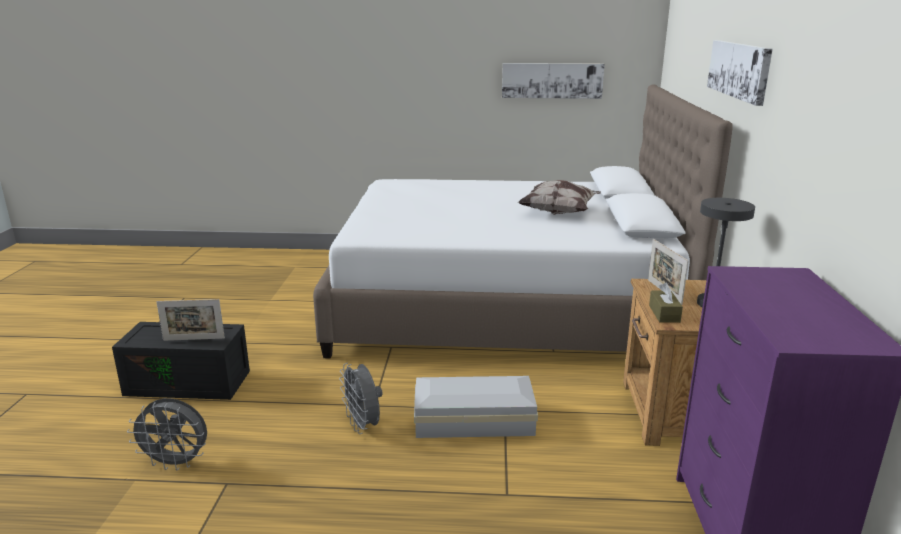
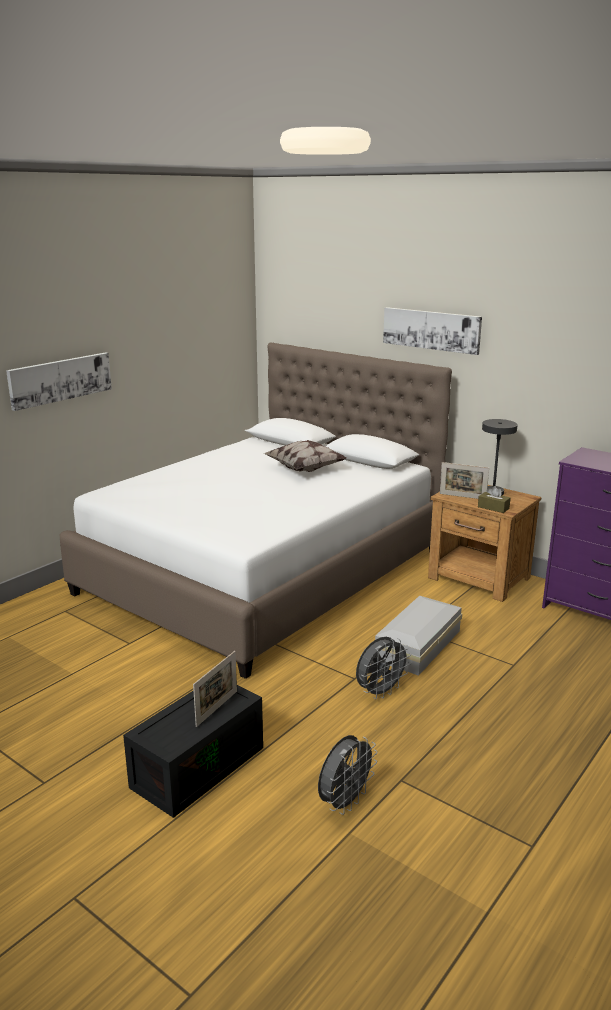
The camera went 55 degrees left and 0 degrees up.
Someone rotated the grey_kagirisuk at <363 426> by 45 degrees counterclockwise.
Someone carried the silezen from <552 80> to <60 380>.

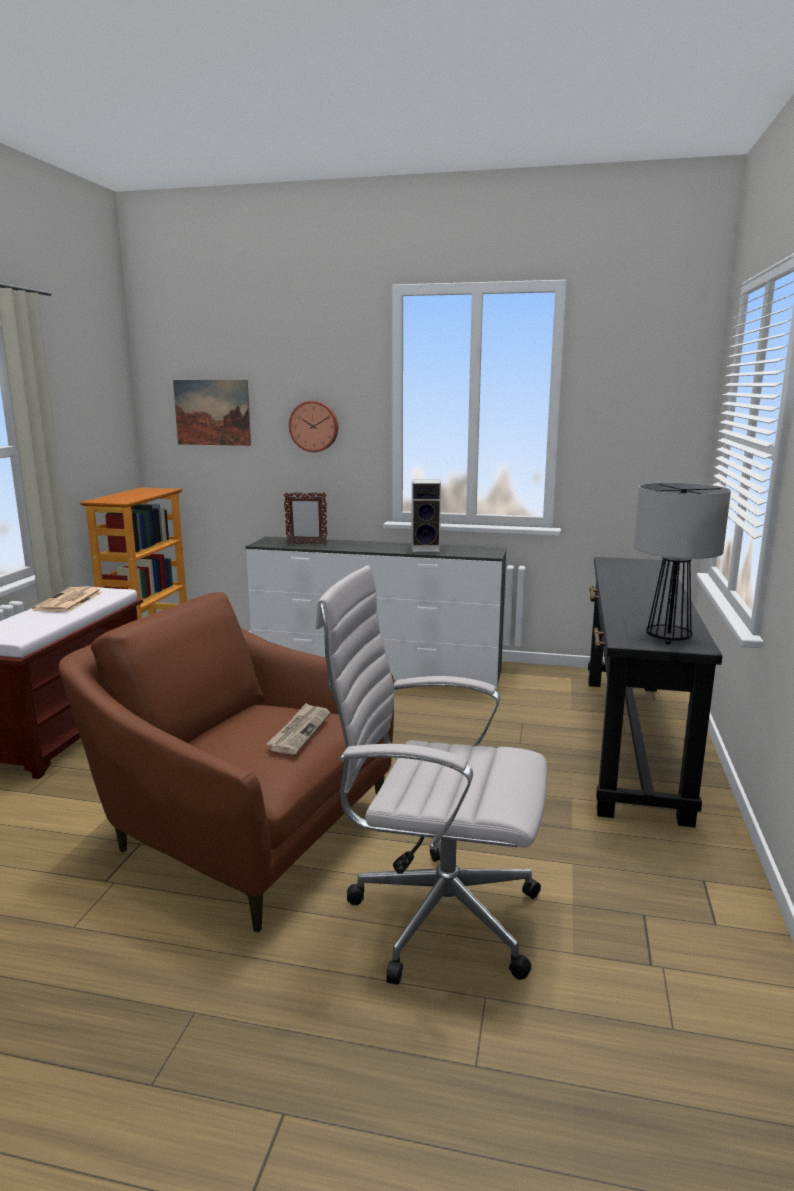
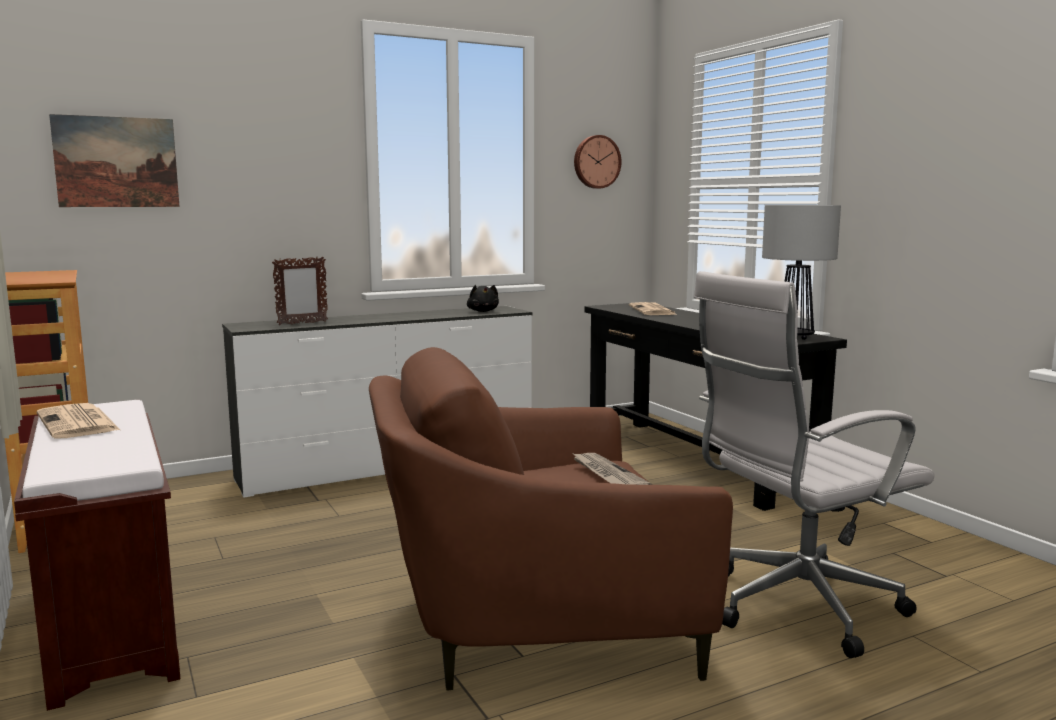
The camera went 40 degrees left and 5 degrees down.
Someone carried the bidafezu from <314 426> to <596 162>.
Someone took away the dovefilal at <426 549>.
Someone put down the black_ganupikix at <483 311>.
Someone put down the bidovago at <653 310>.

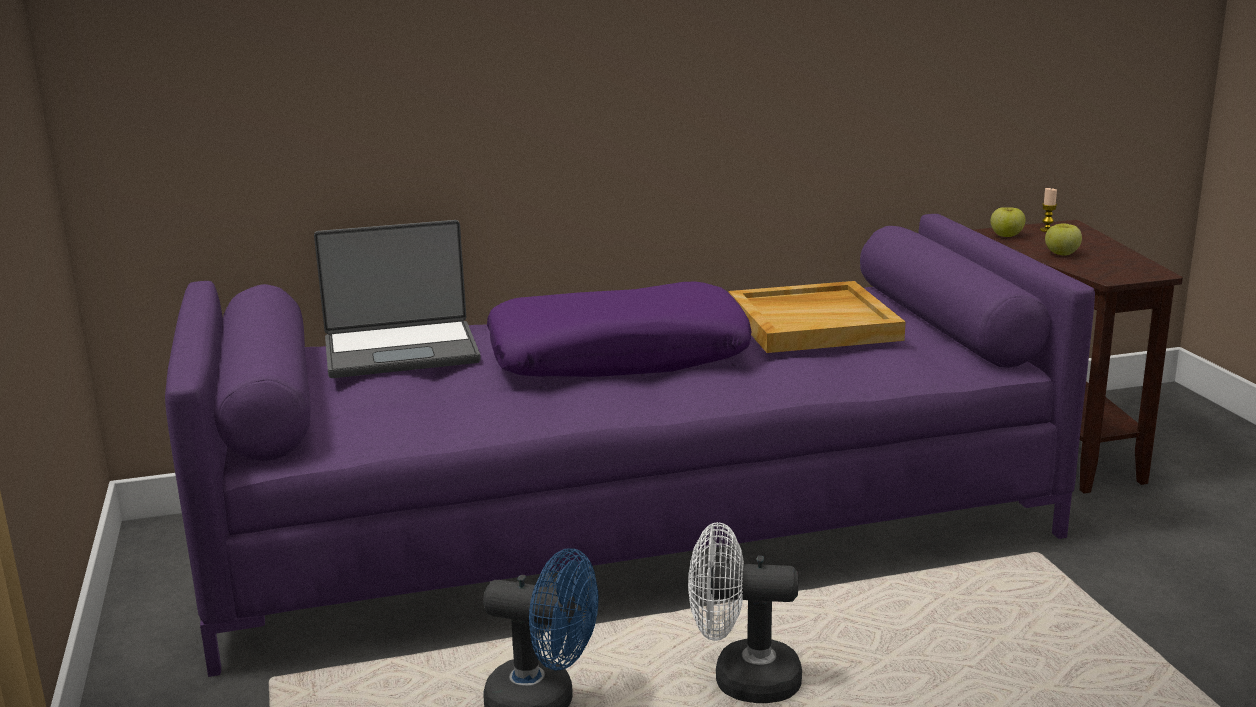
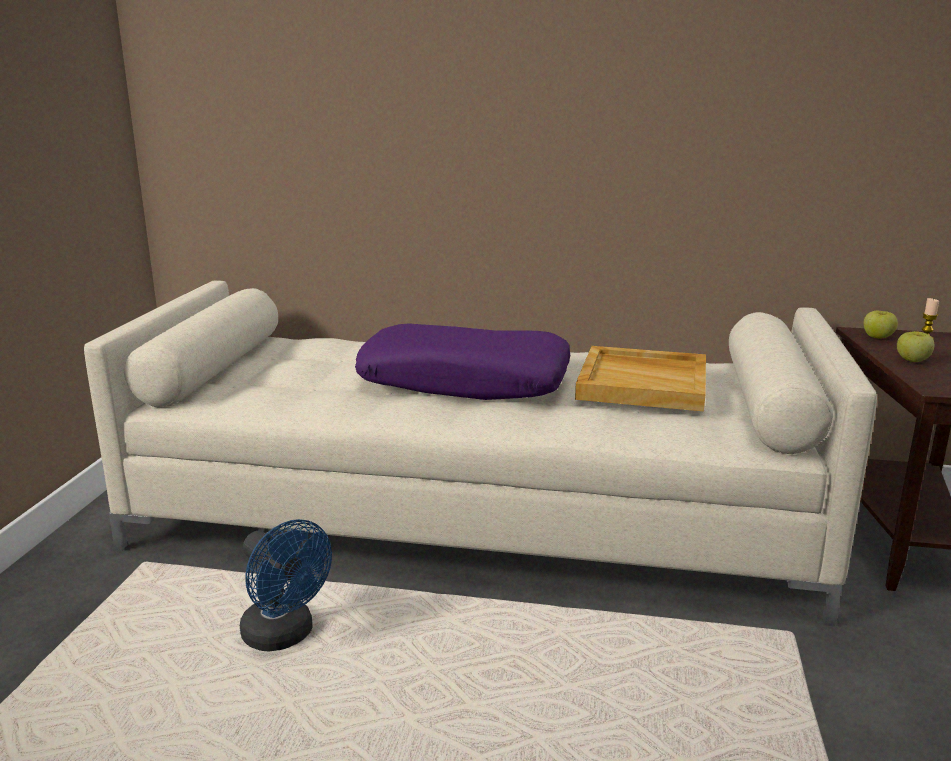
The camera went 25 degrees right and 0 degrees up.
Someone repainted the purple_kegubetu at <633 525>, which became the beige_kegubetu at <476 518>.
Someone took away the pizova at <401 351>.
Someone took away the white_kagirisuk at <742 679>.

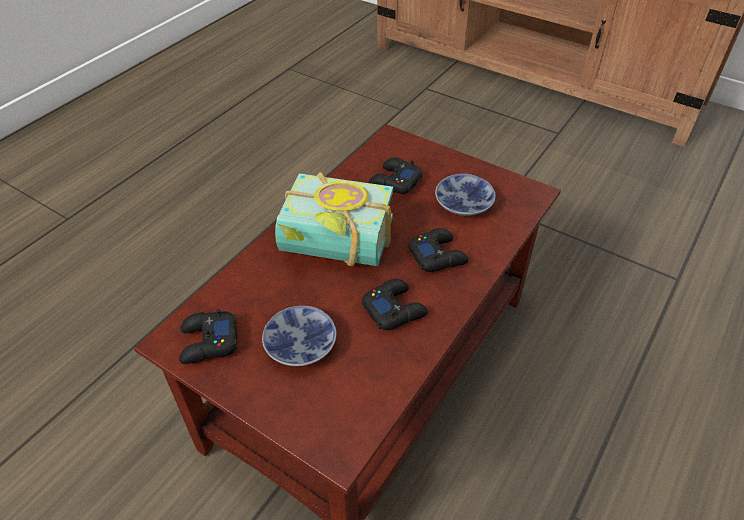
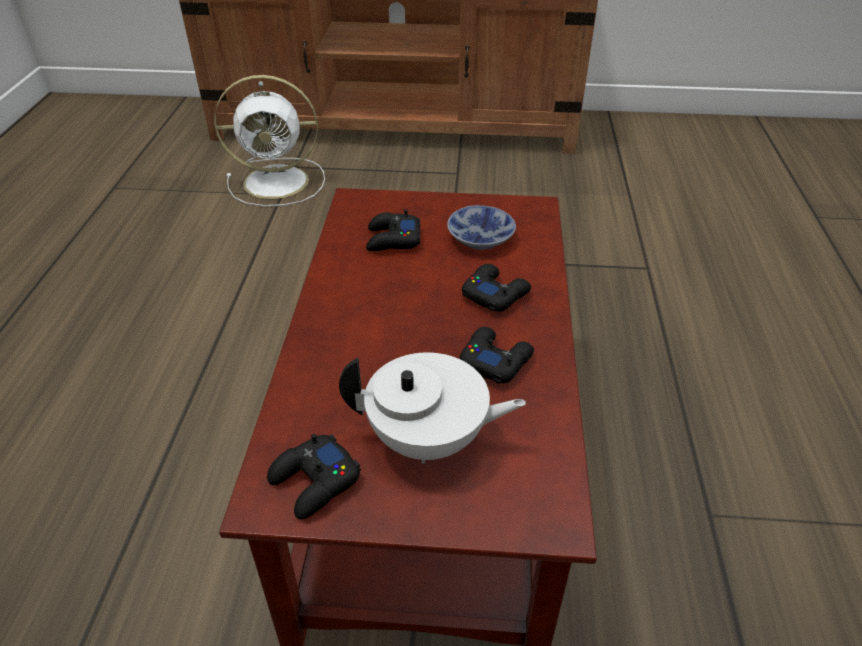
The camera went 30 degrees left and 5 degrees down.
Someone swapped the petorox at <301 347> for the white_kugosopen at <429 439>.
Someone took away the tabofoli at <334 250>.
Someone put down the white_kagirisuk at <279 182>.

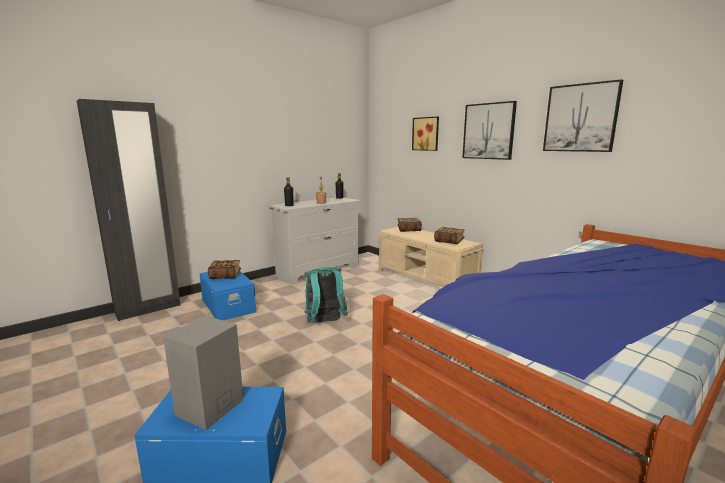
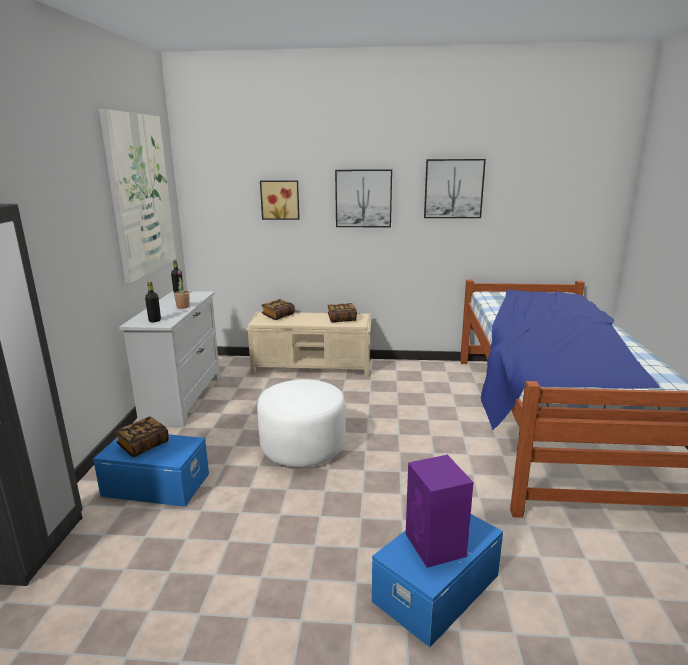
The camera went 45 degrees left and 5 degrees up.
Someone repainted the grey_dovefilal at <208 408>, which became the purple_dovefilal at <436 546>.
Someone swapped the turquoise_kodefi at <325 322> for the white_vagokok at <303 448>.
Someone put up the silezen at <141 195>.

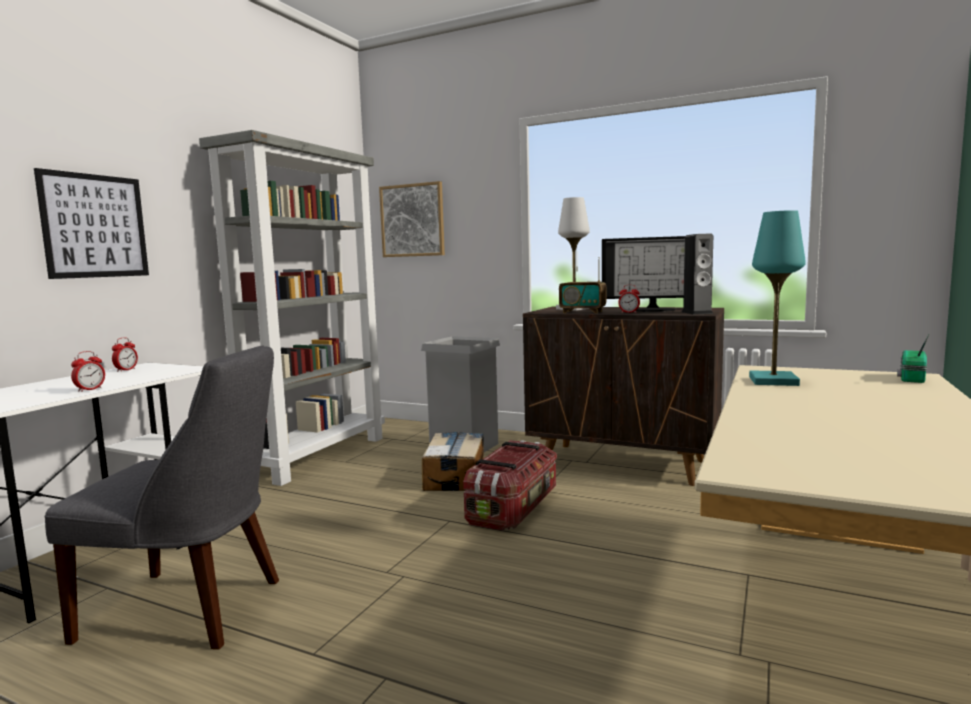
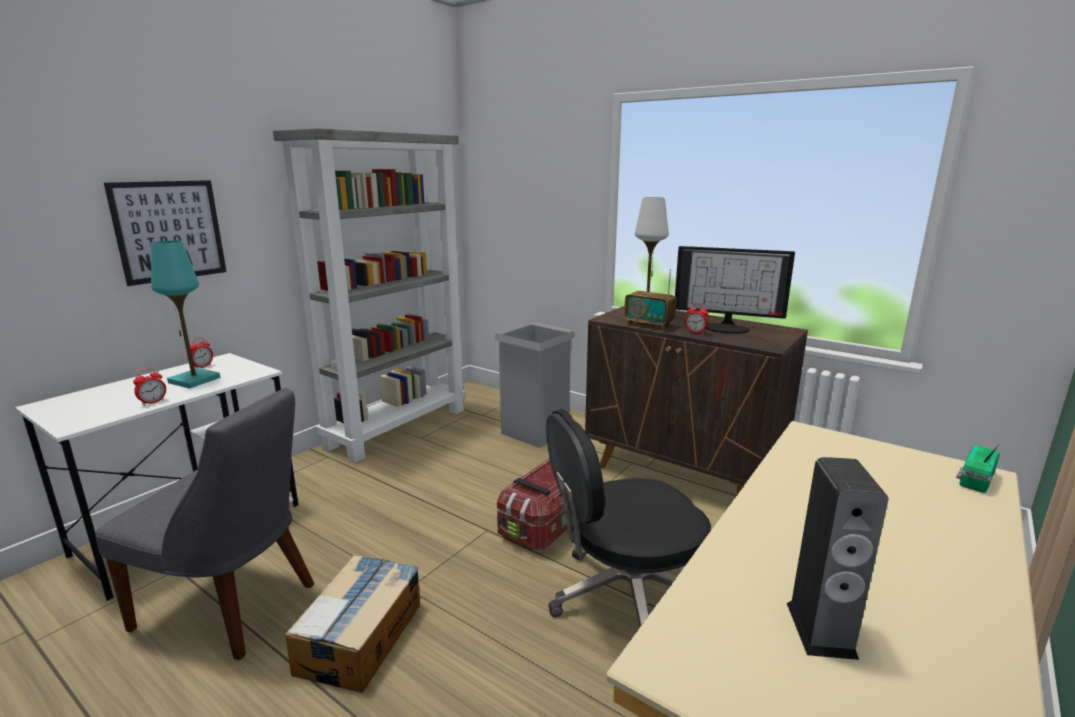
The camera went 10 degrees right and 10 degrees up.
Someone took away the silezen at <412 220>.
Someone carried the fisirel from <455 476> to <361 636>.
Someone carried the dovefilal from <697 312> to <820 629>.
Someone carried the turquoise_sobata from <773 381> to <194 380>.
Someone put down the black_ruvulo at <625 597>.

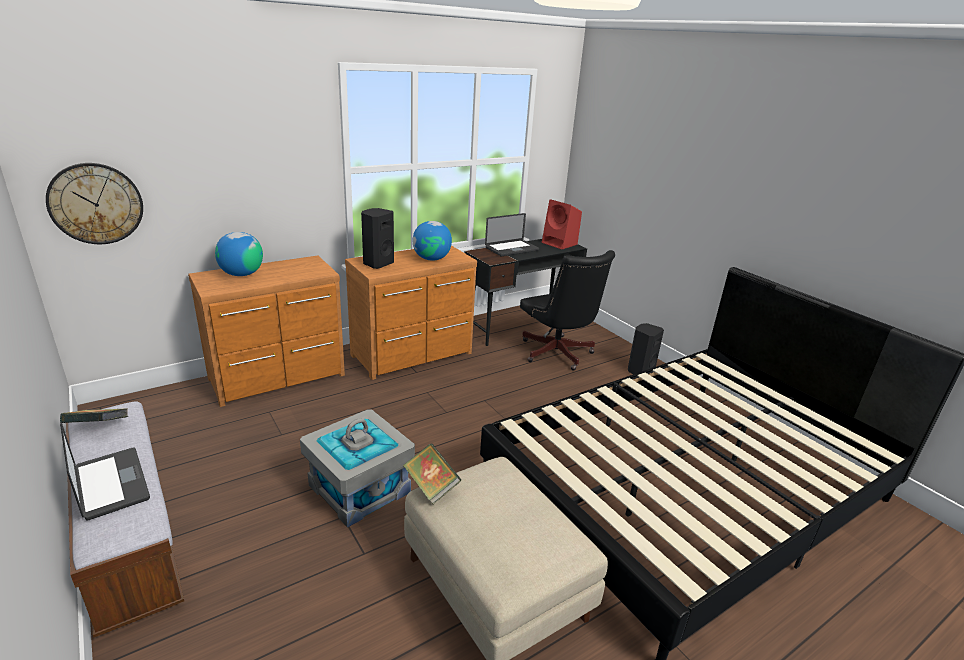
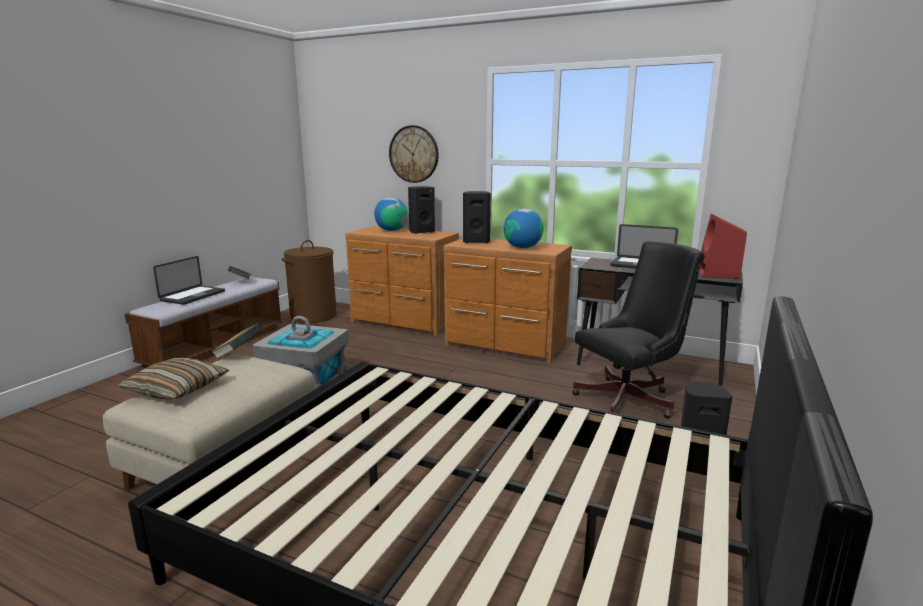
The camera went 60 degrees right and 10 degrees down.
Someone carried the bidafezu from <96 204> to <414 154>.
Someone rotated the black_ruvulo at <558 355> by 150 degrees counterclockwise.
Someone put down the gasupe at <176 389>.
Someone put down the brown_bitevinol at <313 316>.
Someone put down the black_dovefilal at <421 232>.

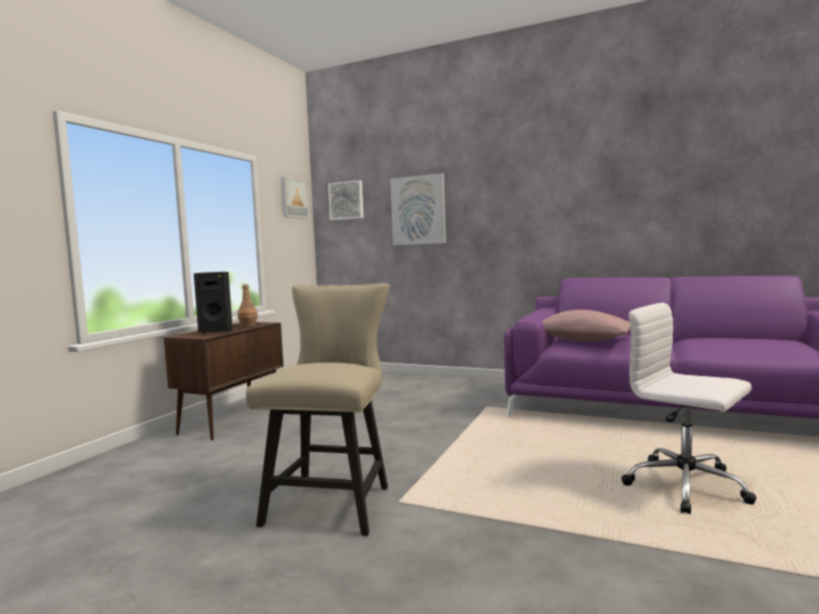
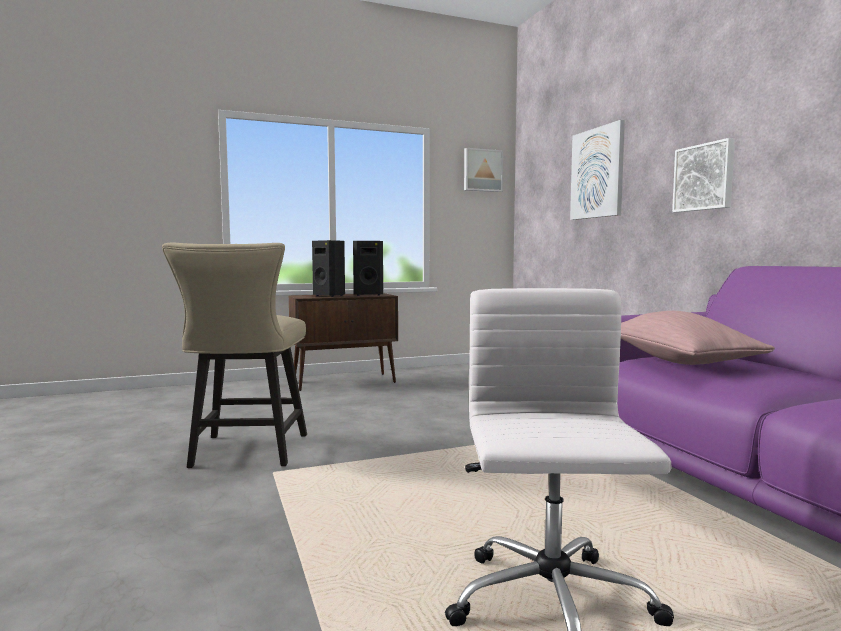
The camera went 45 degrees right and 0 degrees up.
Someone swapped the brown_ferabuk at <248 325> for the black_dovefilal at <368 295>.
Someone rotated the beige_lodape at <333 501> by 120 degrees clockwise.
Someone carried the silezen from <346 200> to <704 177>.

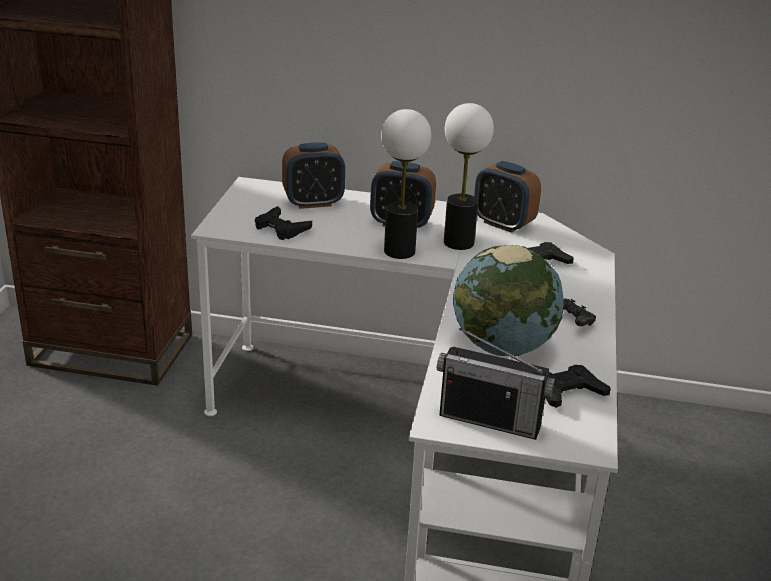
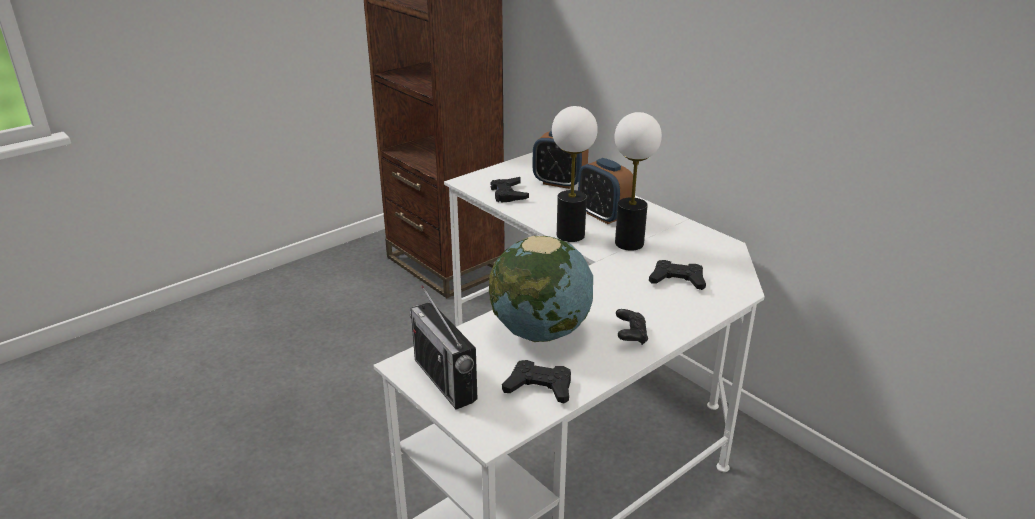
The camera went 40 degrees right and 0 degrees up.
Someone took away the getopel at <503 224>.

